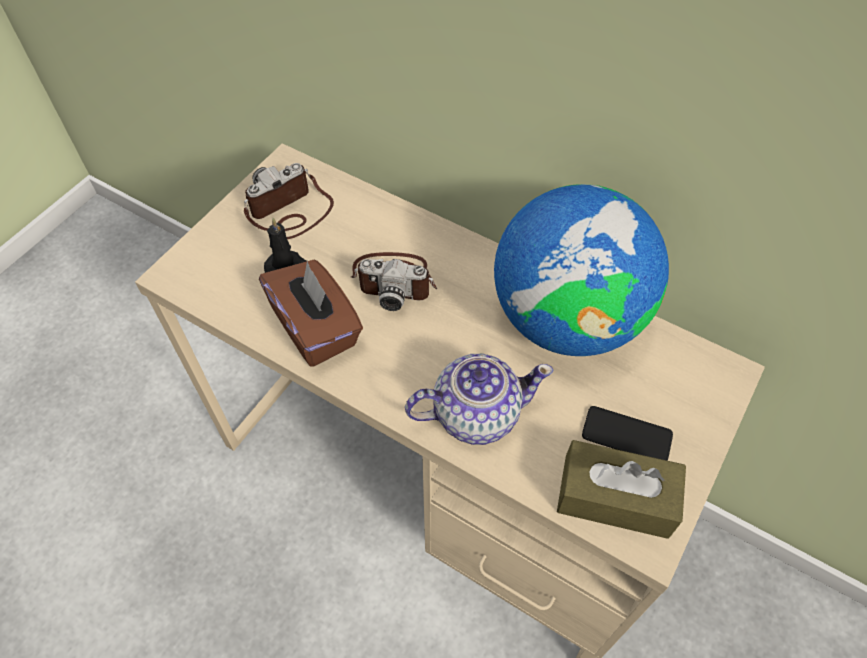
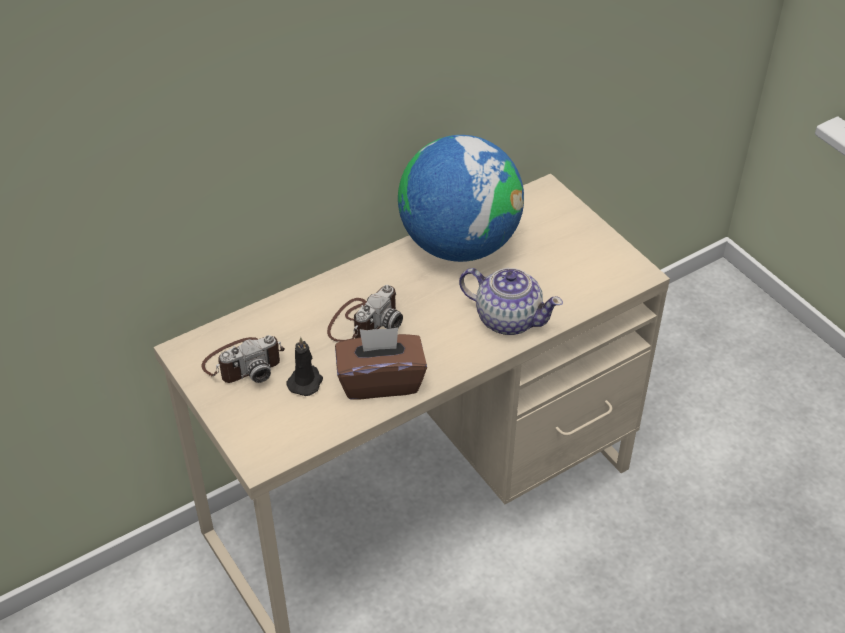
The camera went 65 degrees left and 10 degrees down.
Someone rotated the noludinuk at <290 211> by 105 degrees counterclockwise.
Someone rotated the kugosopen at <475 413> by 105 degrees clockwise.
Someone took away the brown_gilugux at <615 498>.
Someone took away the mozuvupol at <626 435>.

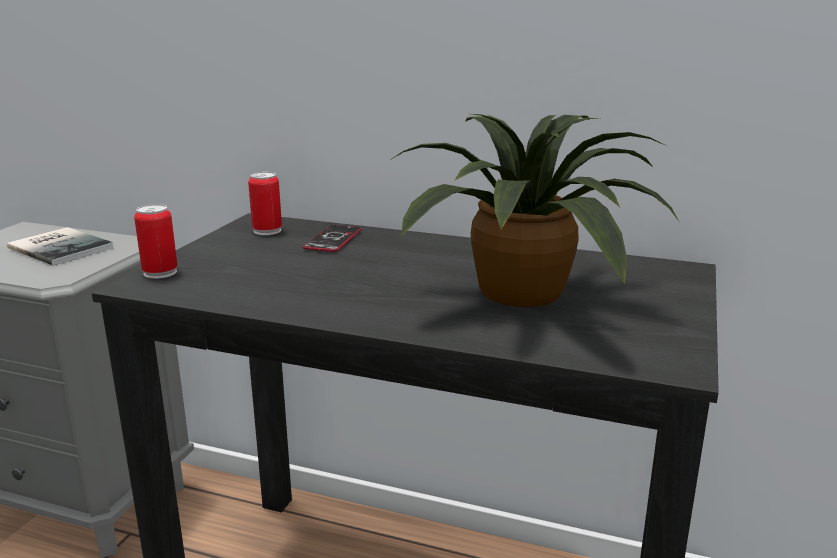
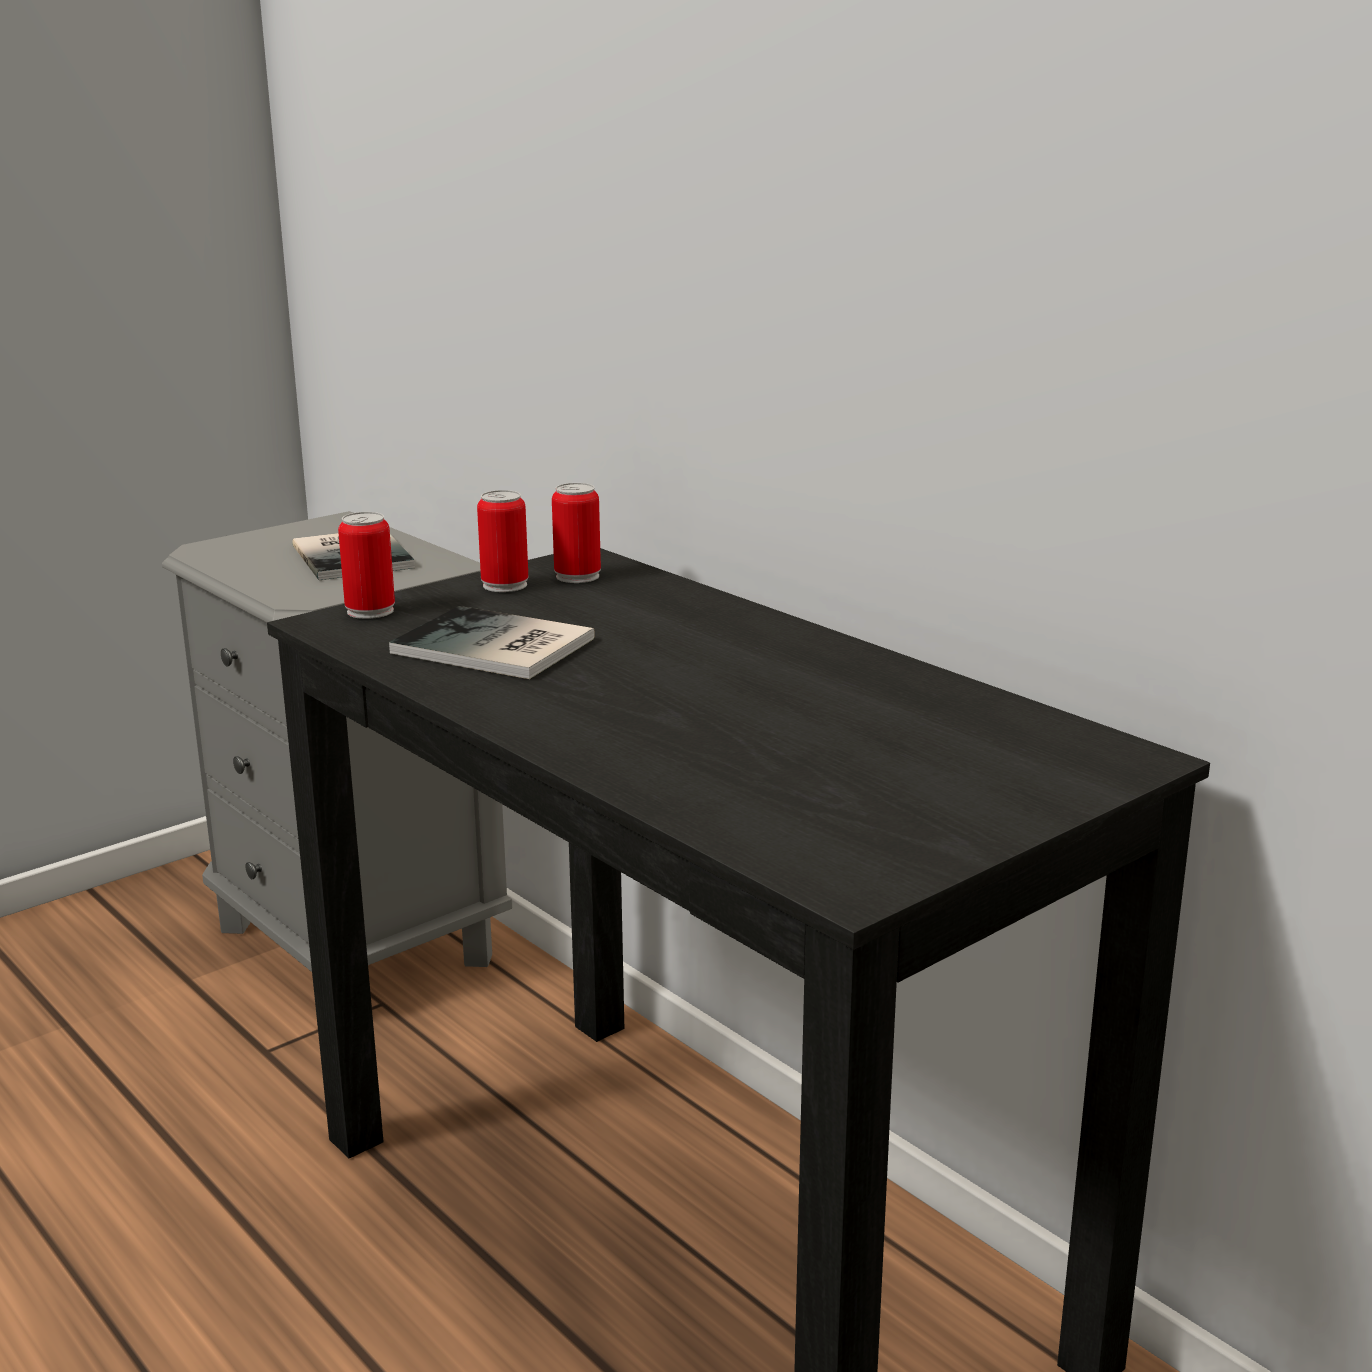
The camera went 30 degrees right and 0 degrees up.
Someone took away the mozuvupol at <333 240>.
Someone took away the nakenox at <527 294>.
Someone put down the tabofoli at <494 648>.
Someone put down the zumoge at <505 585>.

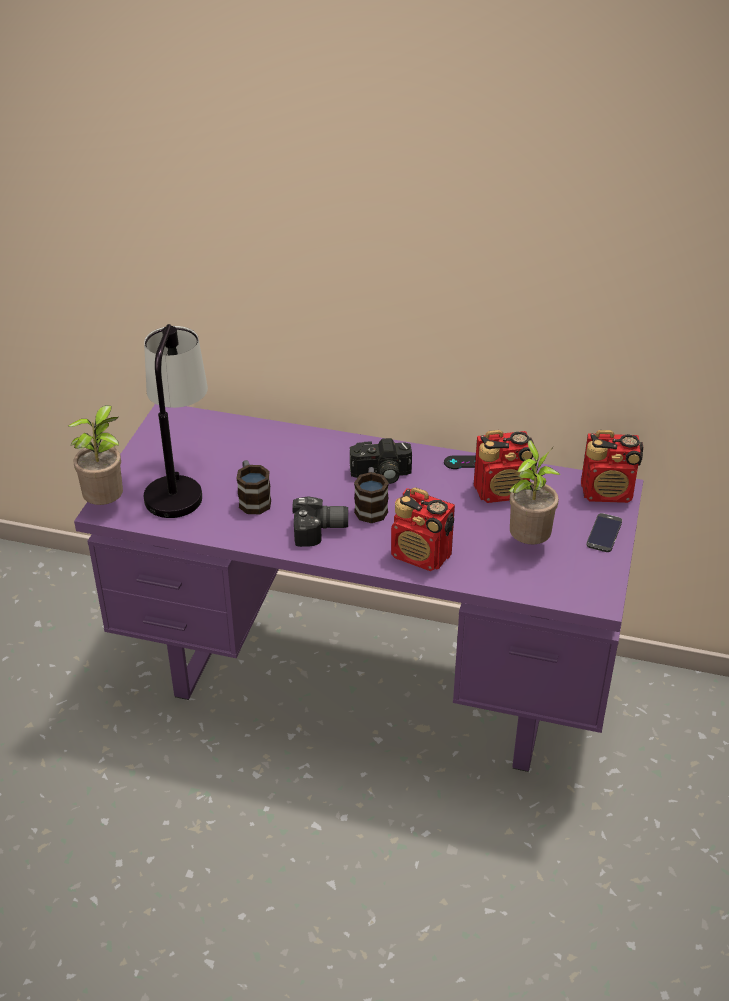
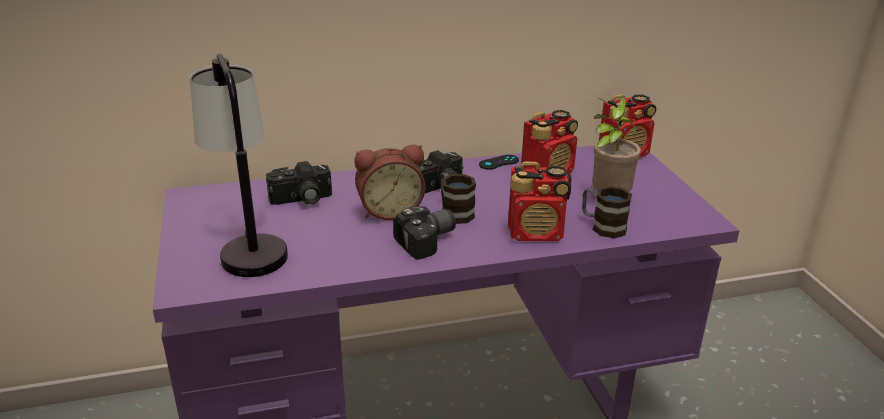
The camera went 30 degrees left and 10 degrees down.
Someone took away the nakenox at <107 504>.
Someone carried the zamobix from <253 499> to <602 226>.
Someone took away the mozuvupol at <604 533>.
Someone put down the noludinuk at <301 199>.
Someone put down the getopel at <389 210>.

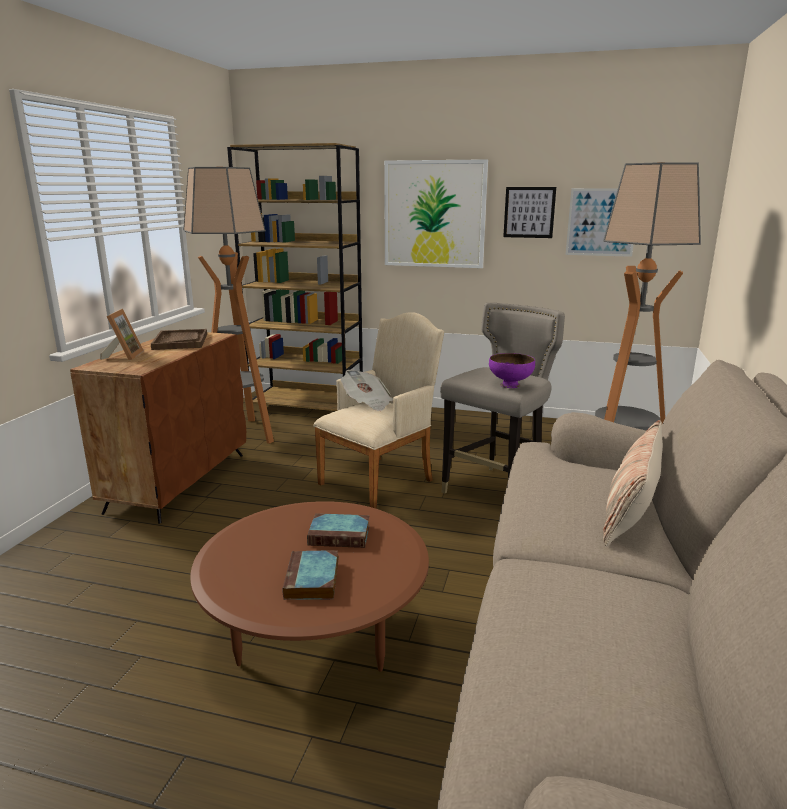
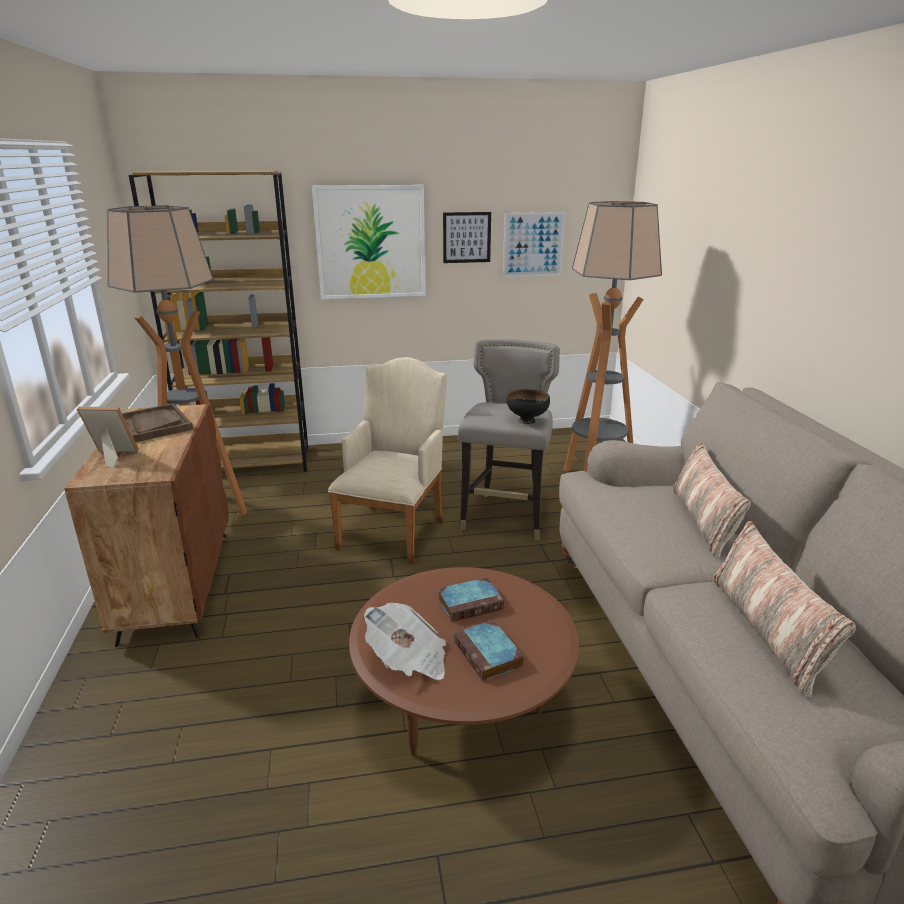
The camera went 25 degrees left and 5 degrees up.
Someone rotated the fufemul at <124 356> by 60 degrees counterclockwise.
Someone carried the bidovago from <367 403> to <408 659>.
Someone repainted the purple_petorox at <510 385>, which became the black_petorox at <527 420>.
Someone put down the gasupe at <767 630>.

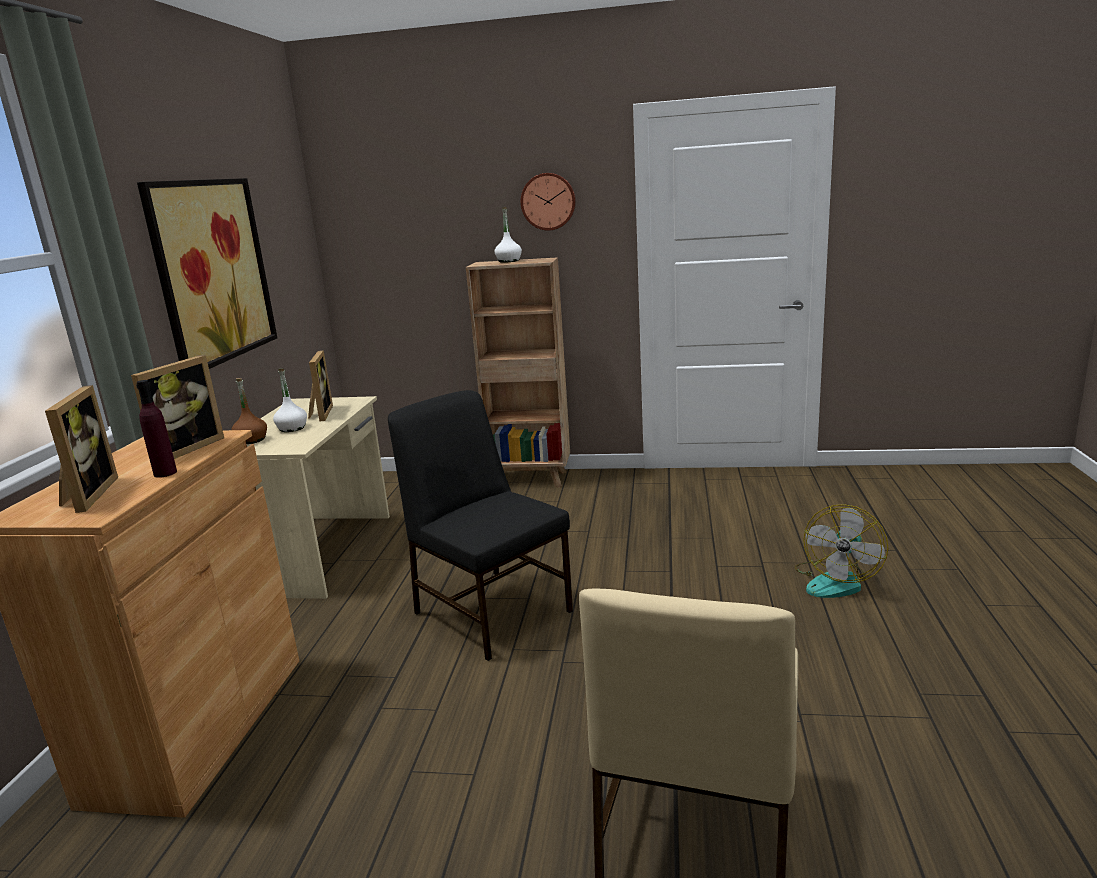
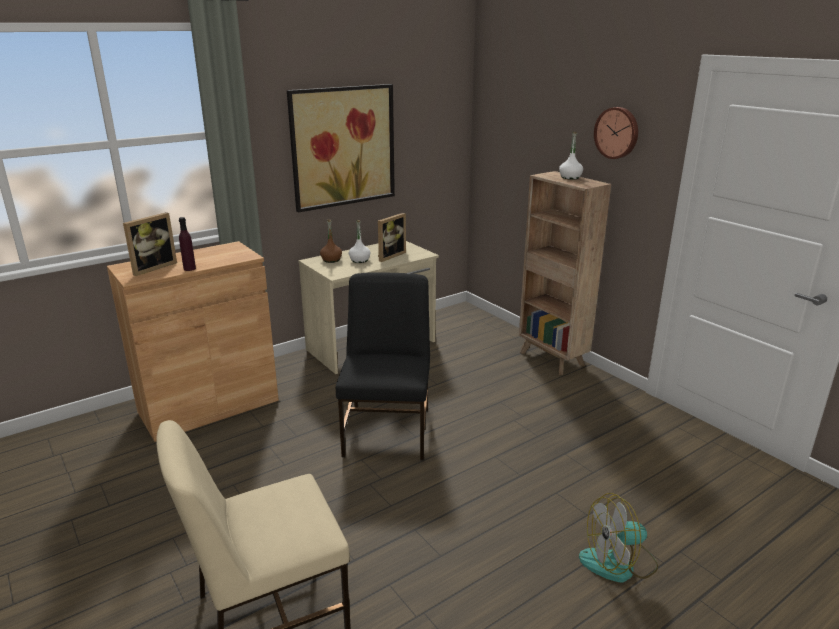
The camera went 45 degrees right and 5 degrees up.
Someone took away the fufemul at <183 449>.

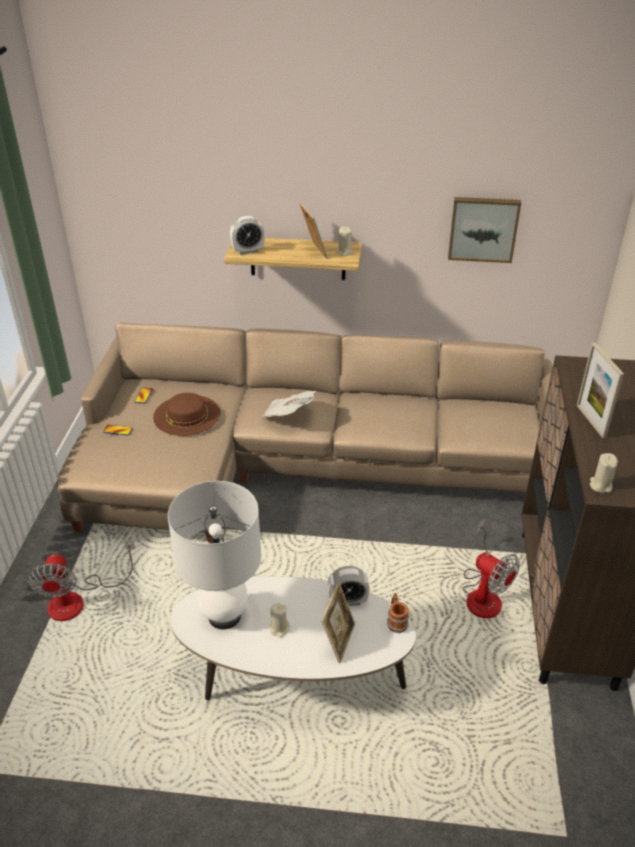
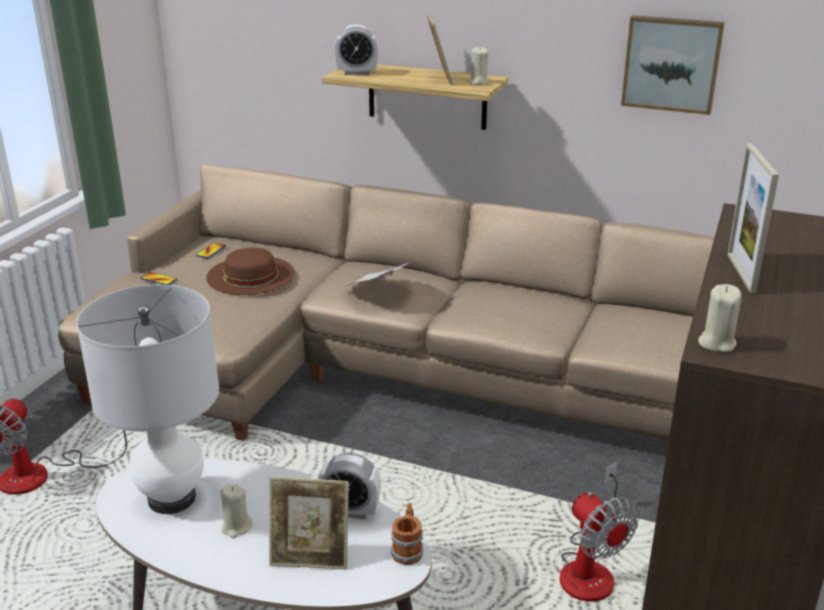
The camera went 15 degrees right and 10 degrees down.
Someone rotated the fufemul at <338 640> by 60 degrees clockwise.

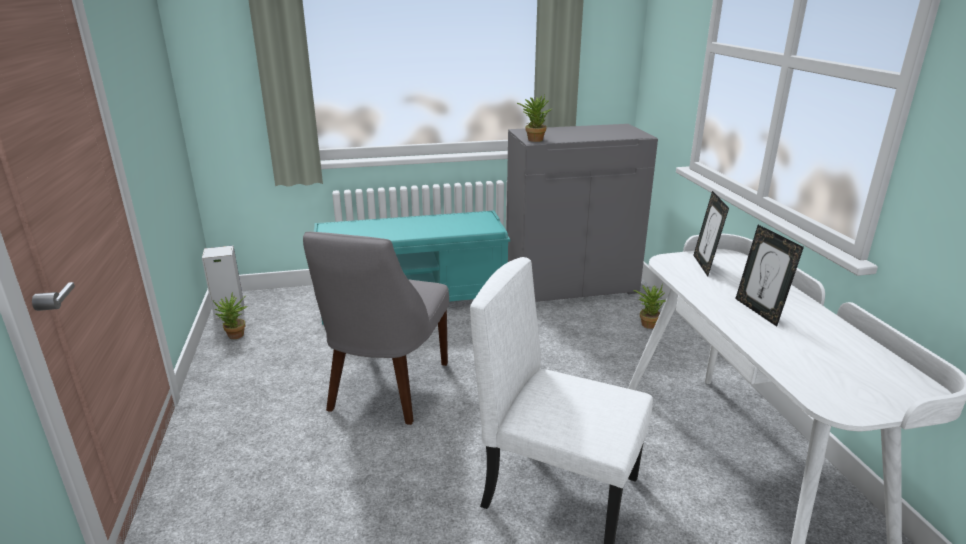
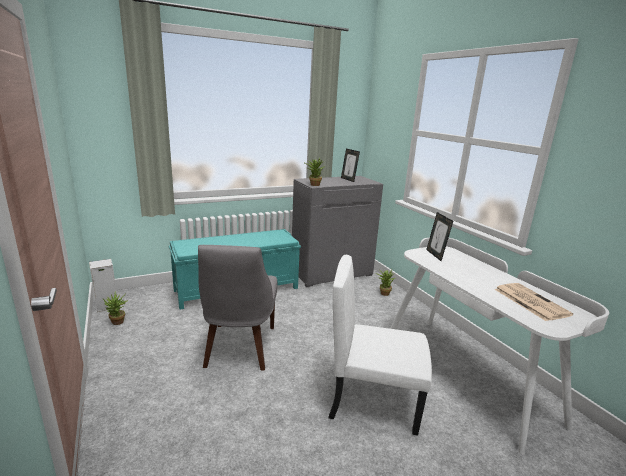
The camera went 15 degrees left and 5 degrees down.
Someone carried the fufemul from <759 311> to <348 179>.
Someone put down the bidovago at <529 301>.

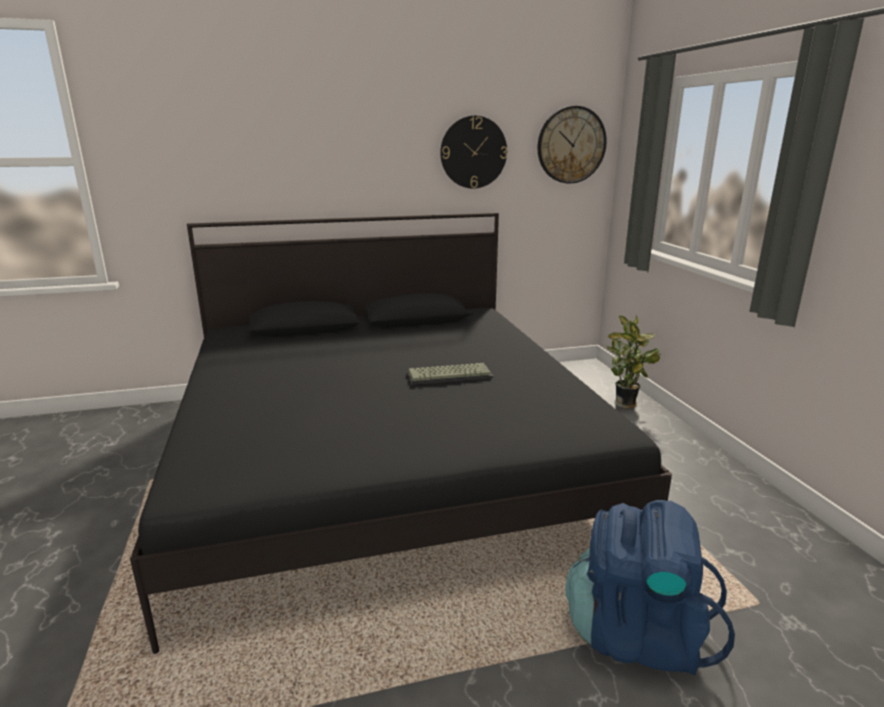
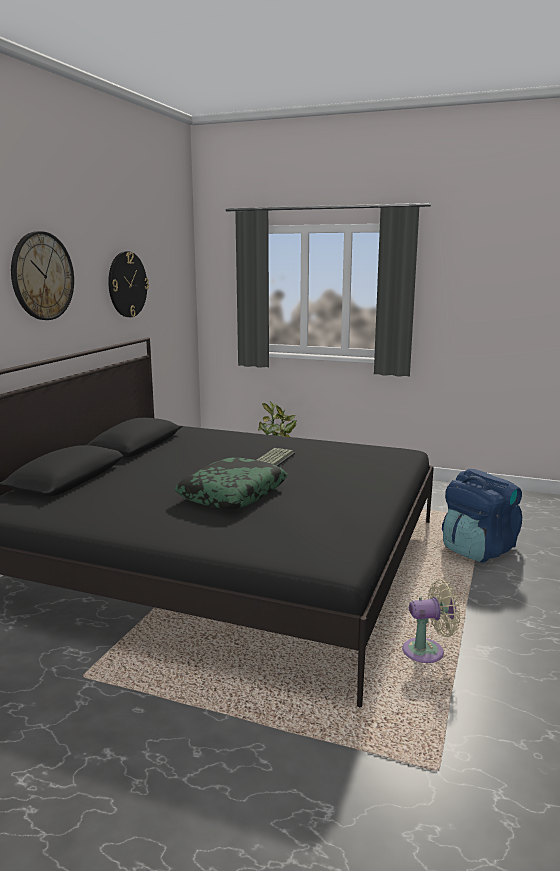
The camera went 55 degrees left and 5 degrees down.
Someone carried the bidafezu from <571 145> to <42 276>.
Someone put down the gasupe at <233 494>.
Someone put down the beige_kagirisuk at <427 651>.

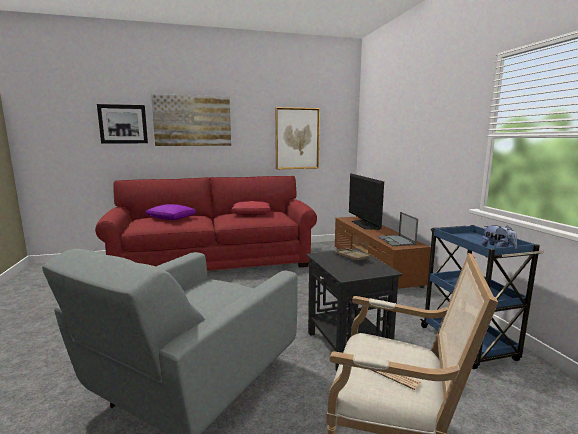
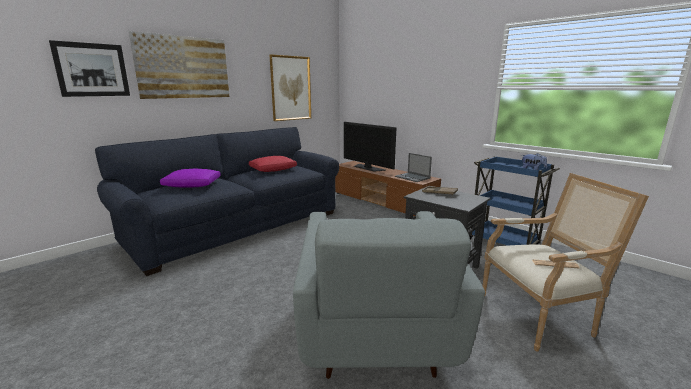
The camera went 30 degrees left and 5 degrees up.
Someone repainted the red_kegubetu at <215 262>, which became the blue_kegubetu at <238 227>.

